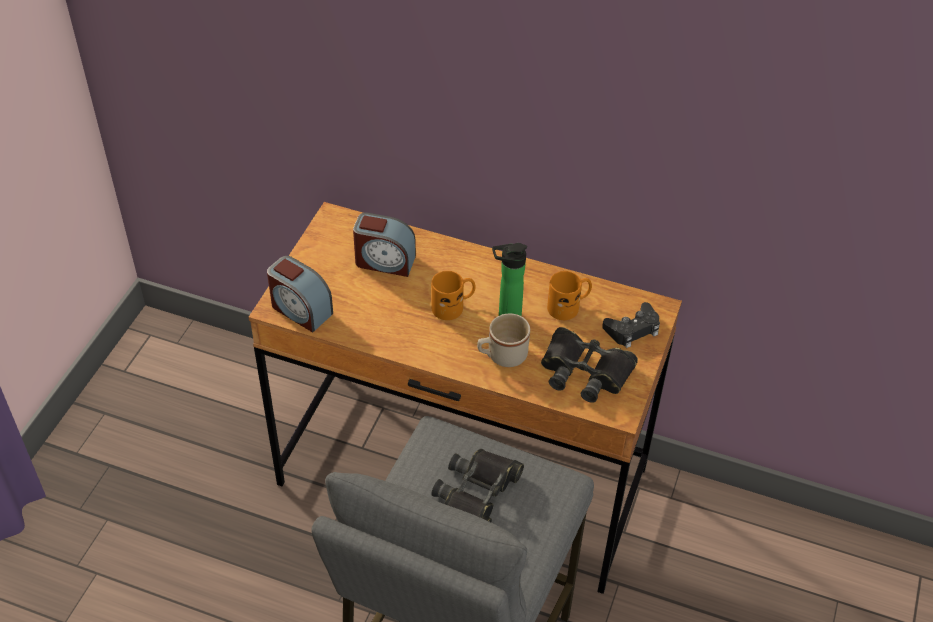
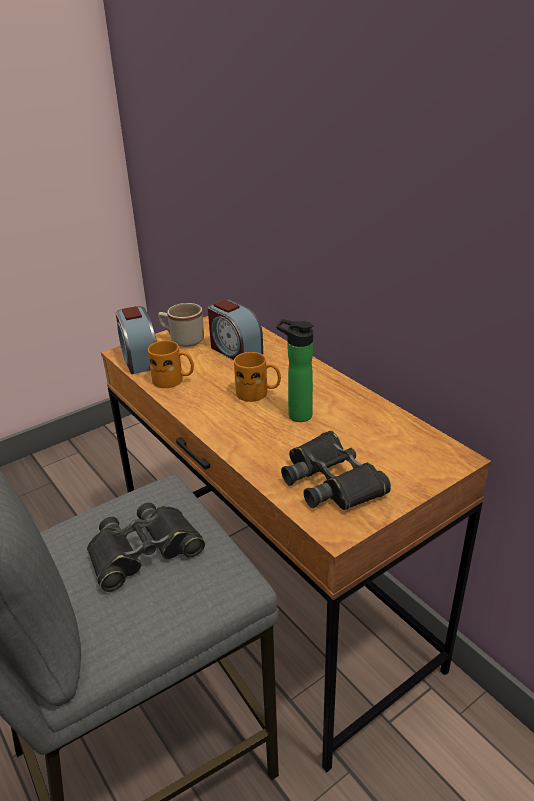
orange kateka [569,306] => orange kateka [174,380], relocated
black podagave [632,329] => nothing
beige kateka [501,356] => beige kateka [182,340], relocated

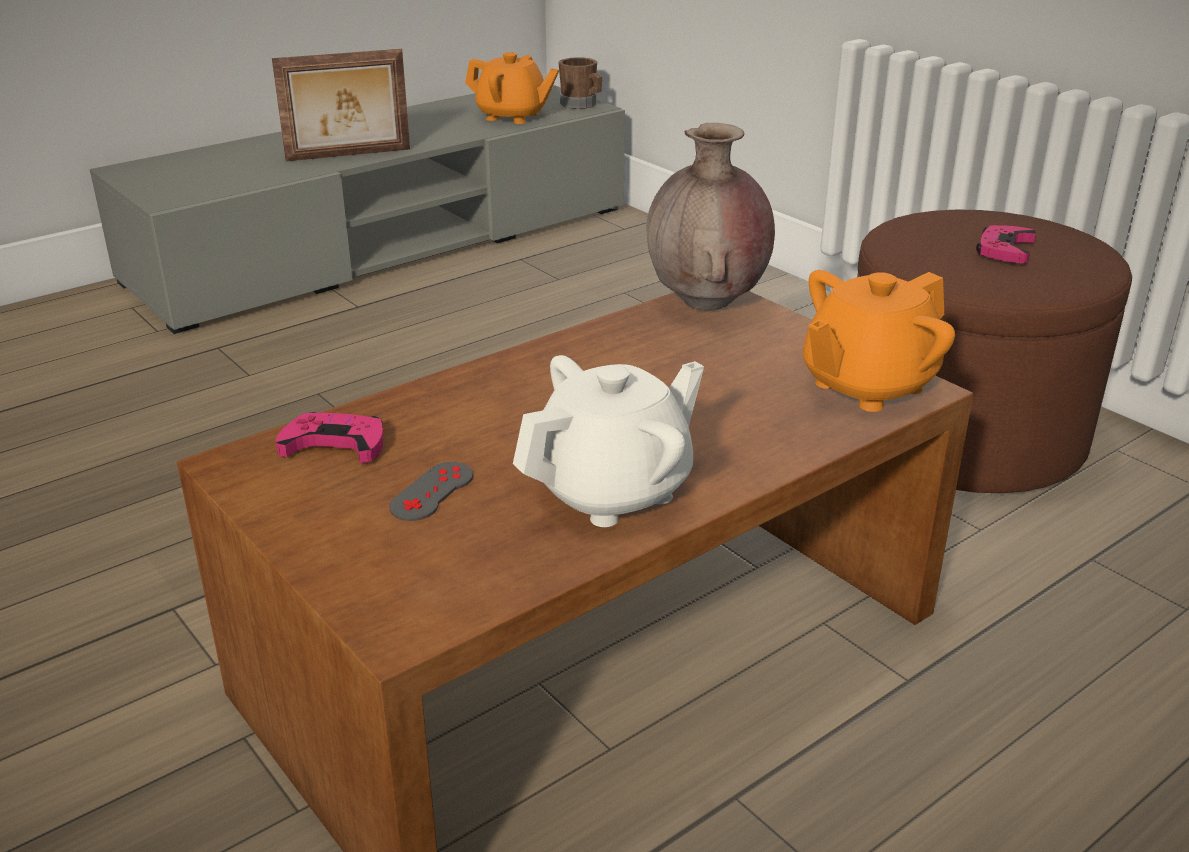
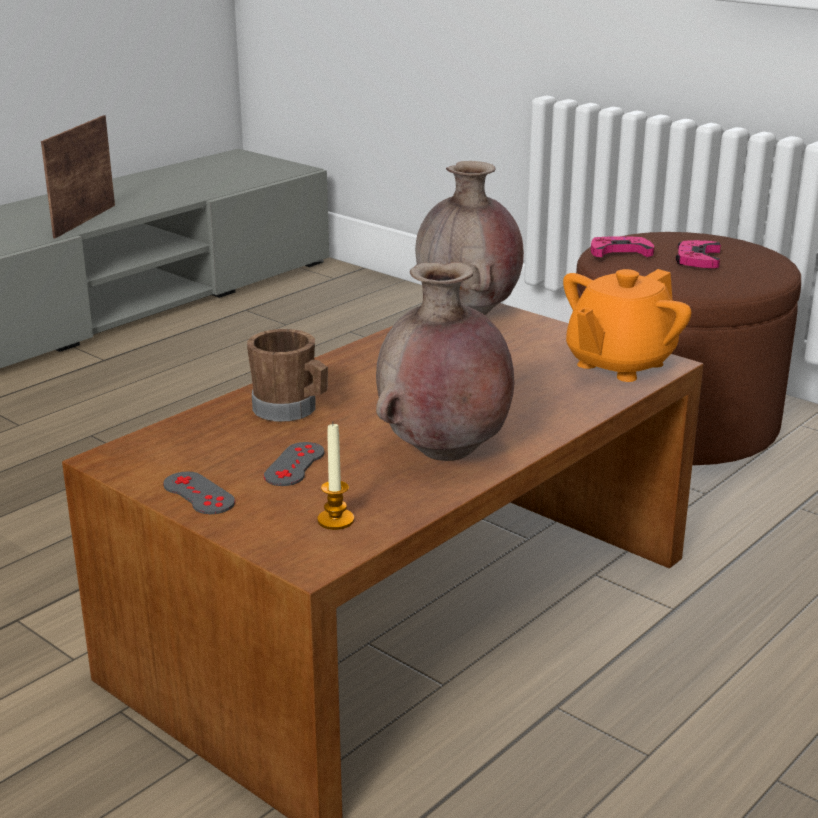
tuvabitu [349,155] => tuvabitu [83,221], 135 degrees clockwise
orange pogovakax [512,116] => nothing
brown kateka [581,105] => brown kateka [291,410], relocated
white pogovakax [613,491] => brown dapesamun [443,452]
pink podagave [335,444] => pink podagave [620,252], relocated
nothing => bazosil [335,520]
nothing => grey podagave [198,493]

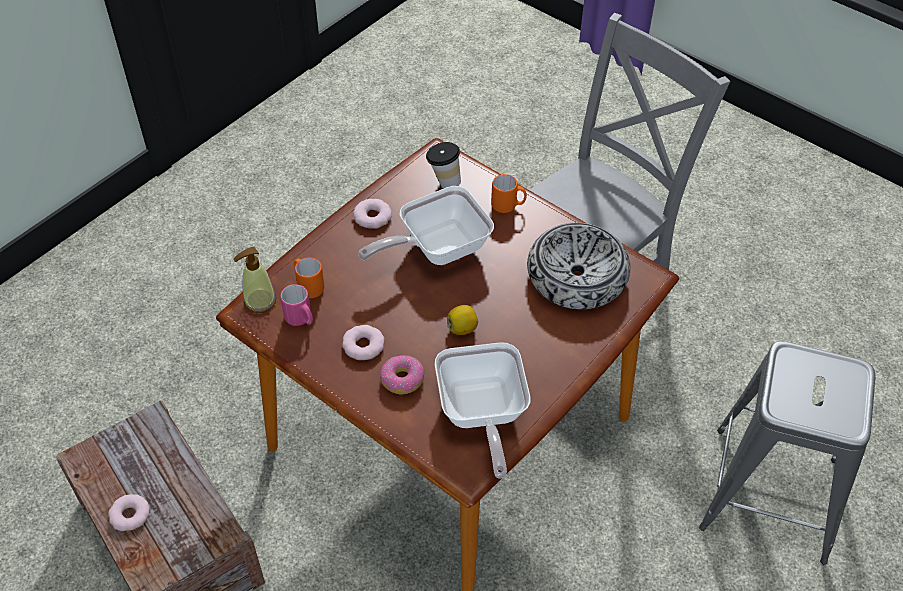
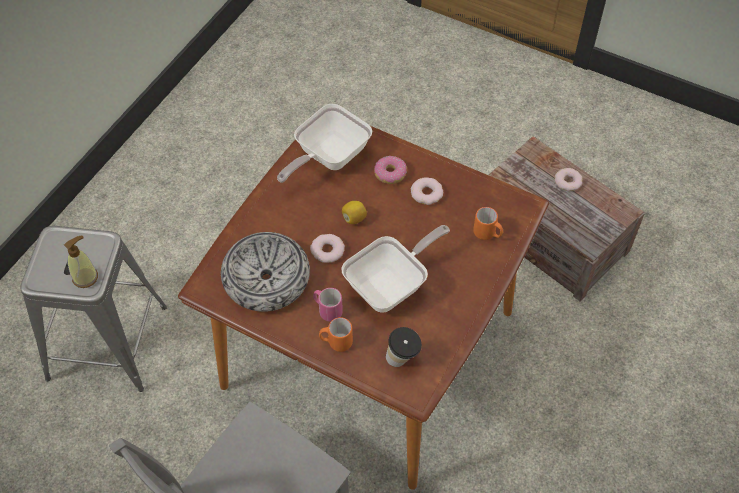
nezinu [373,217] => nezinu [327,250], relocated
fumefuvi [259,301] => fumefuvi [85,277], relocated
pink kateka [301,319] => pink kateka [327,310], relocated
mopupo [481,415] => mopupo [327,158], 120 degrees counterclockwise

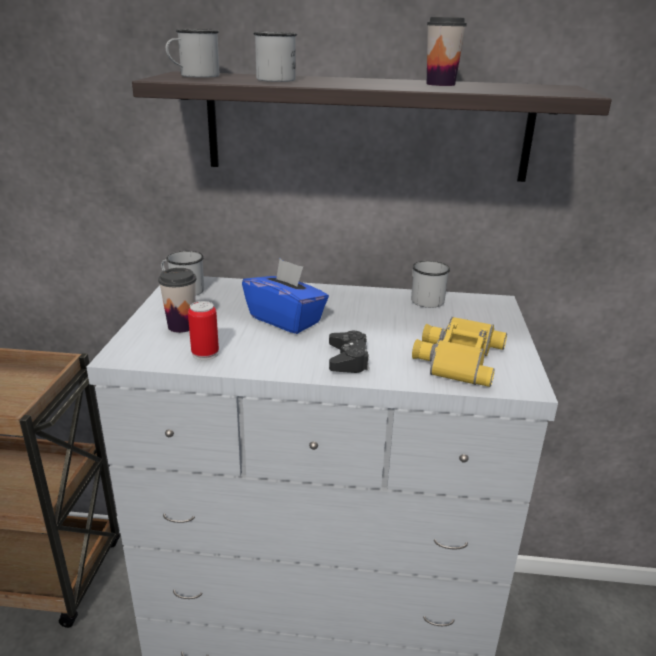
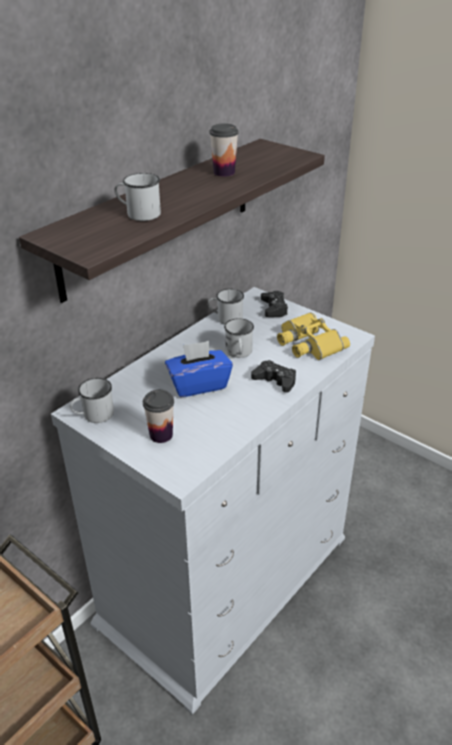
white kateka [194,76] => white kateka [239,353], relocated
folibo [205,353] => nothing
nothing => black podagave [274,308]

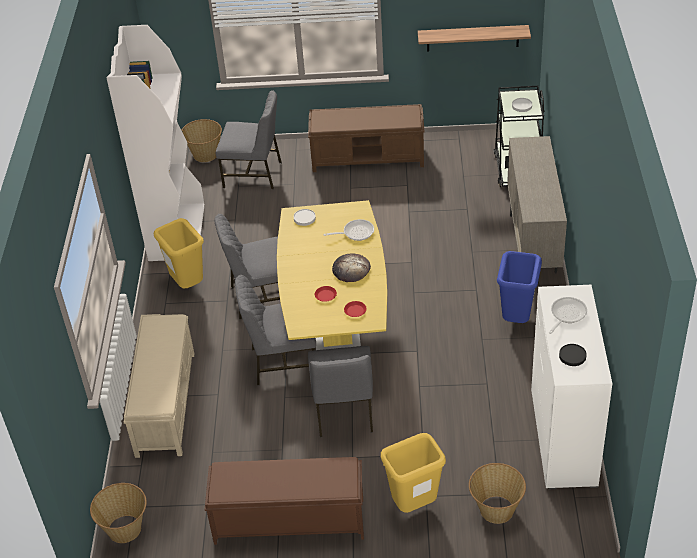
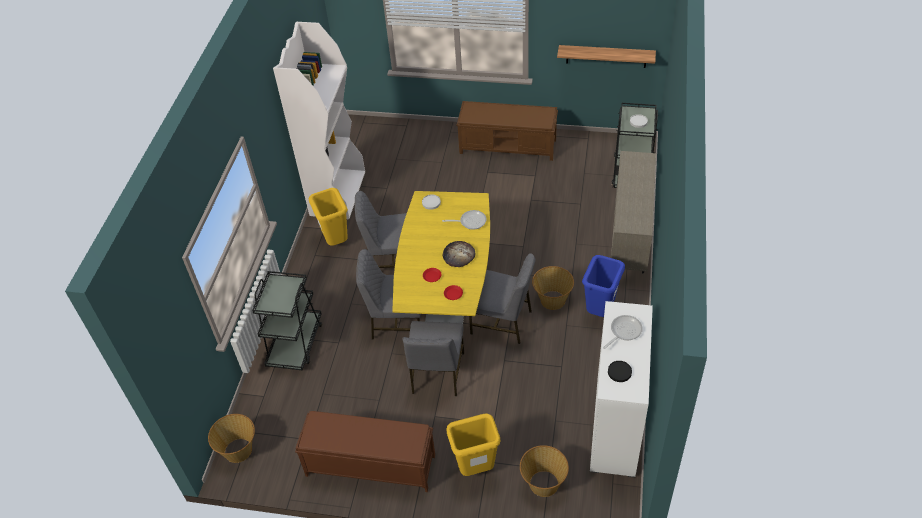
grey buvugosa [254,174] => grey buvugosa [502,322], relocated
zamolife [205,154] => zamolife [552,300], relocated
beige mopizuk [165,402] => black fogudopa [295,343]

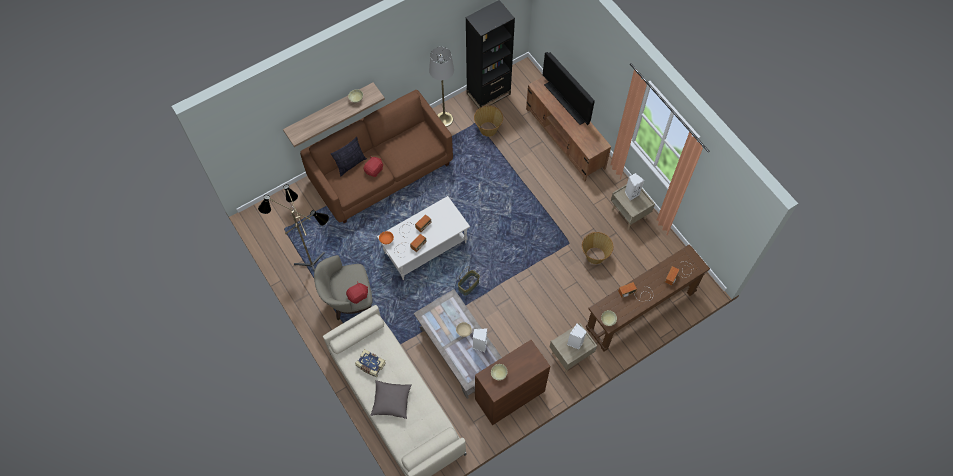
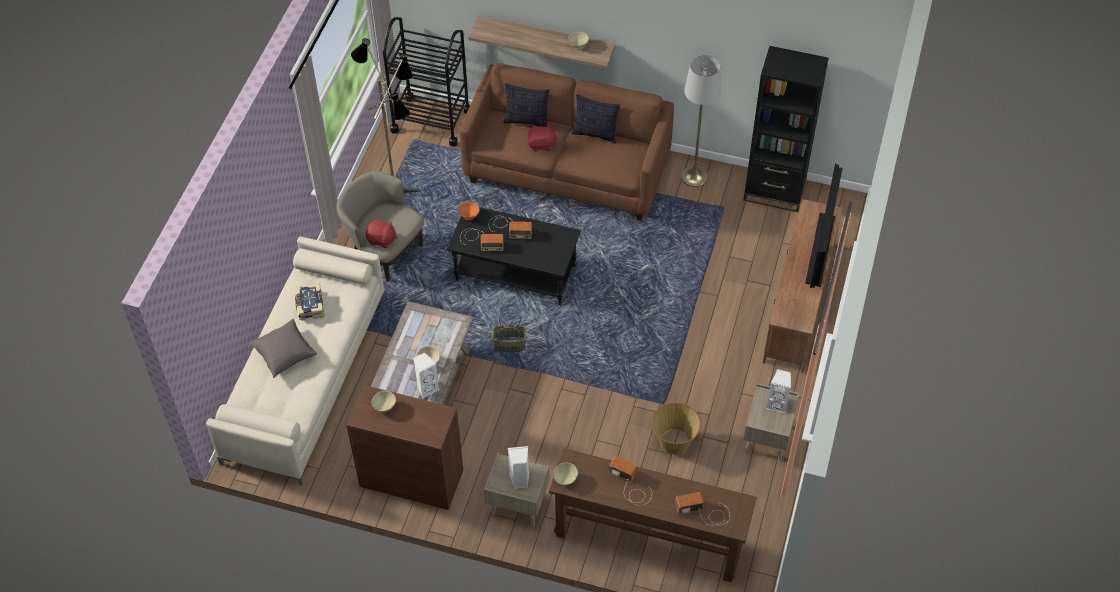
zamolife [488,129] => nothing
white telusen [425,247] => black telusen [516,272]
nothing => black fogudopa [431,121]
nothing => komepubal [595,134]

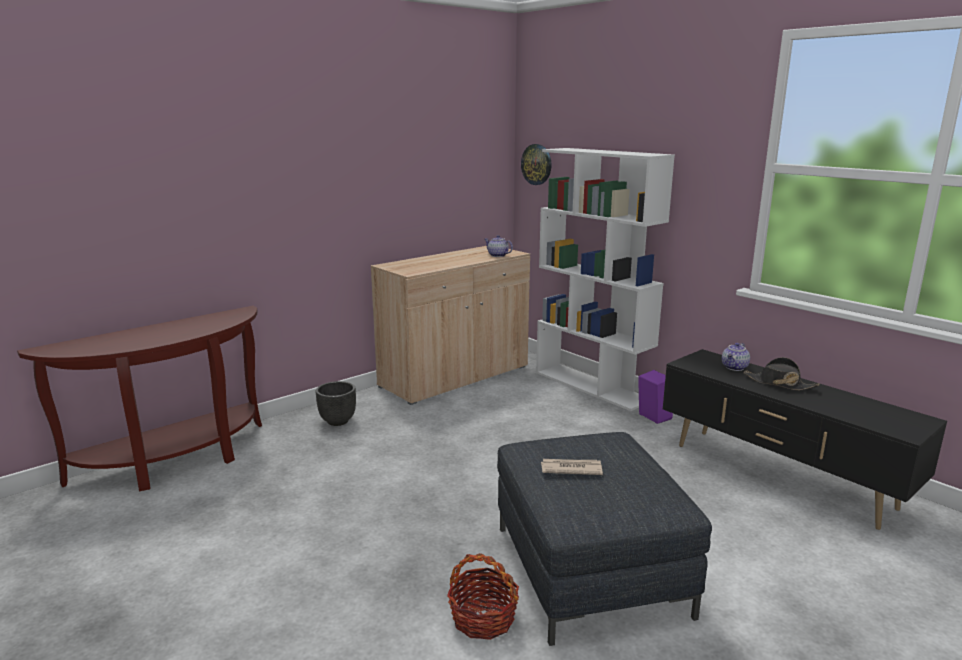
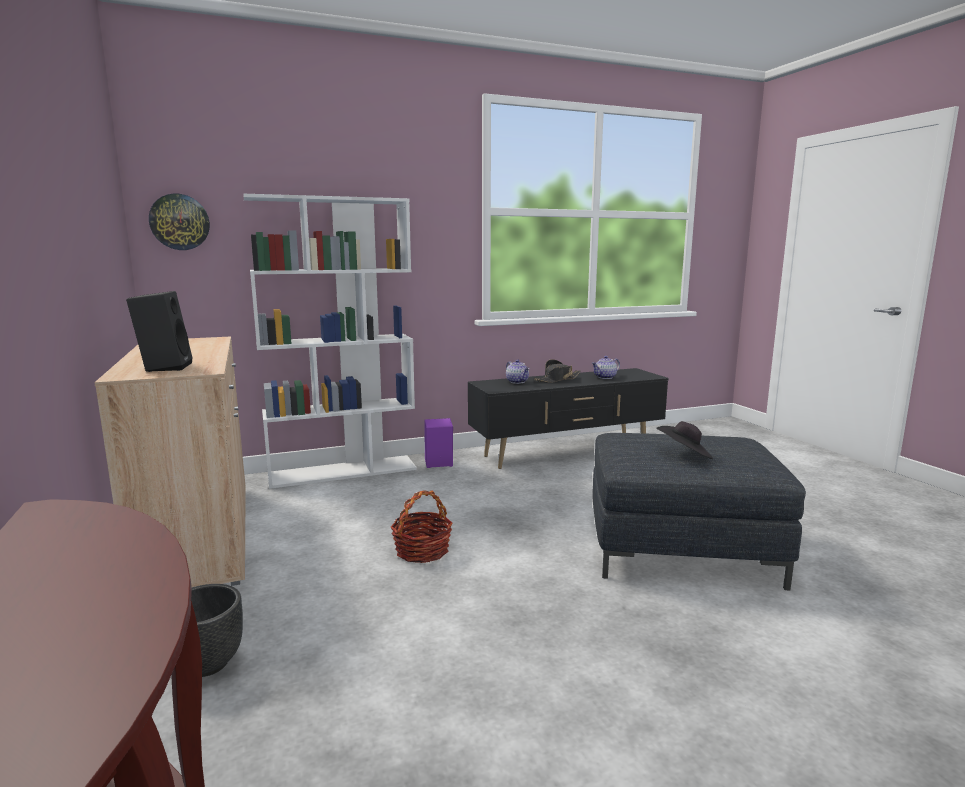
pogovakax [497,255] => pogovakax [605,377], relocated
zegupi [570,469] => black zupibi [684,455]
zamolife [483,618] => zamolife [422,551], relocated
nothing => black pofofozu [164,367]

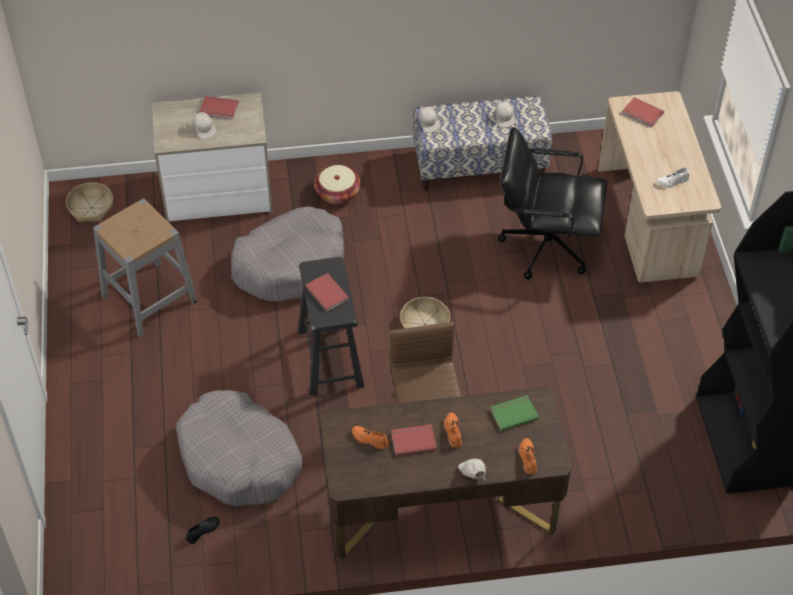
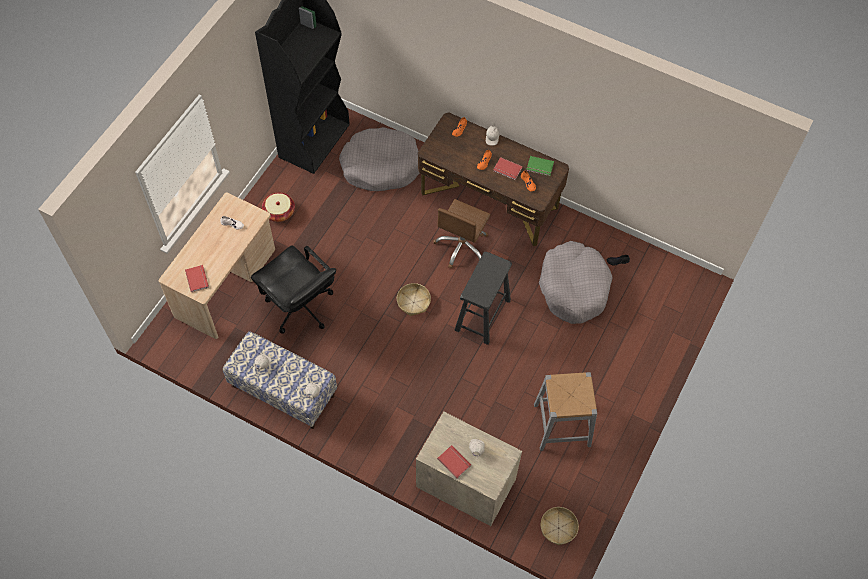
zamolife [338,193] => zamolife [279,212], relocated
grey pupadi [290,264] => grey pupadi [380,166], relocated
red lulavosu [328,292] => nothing
green lulavosu [513,413] => green lulavosu [540,167], relocated

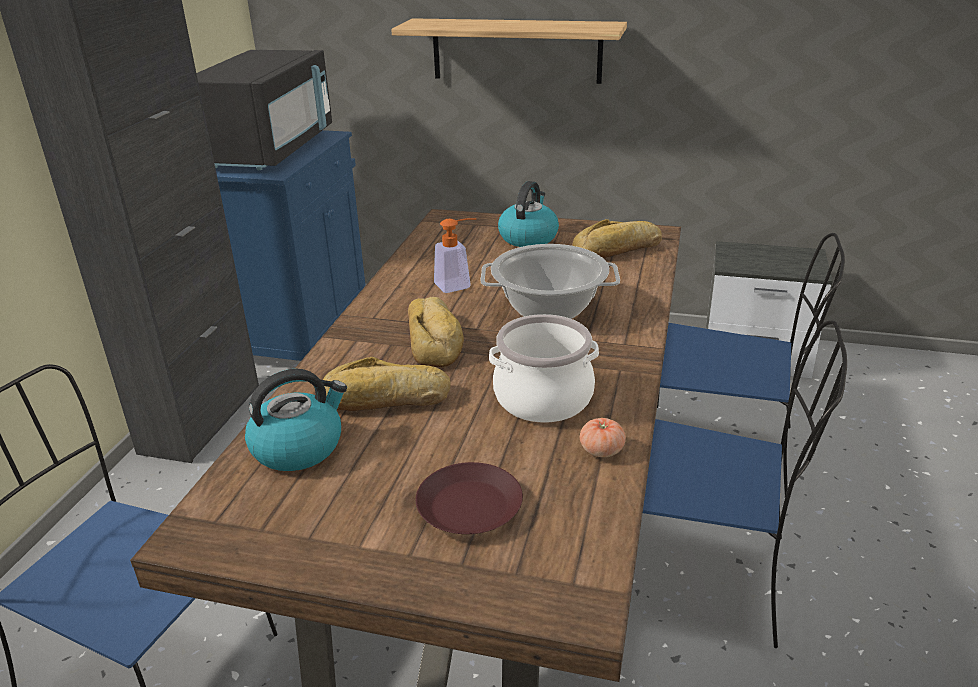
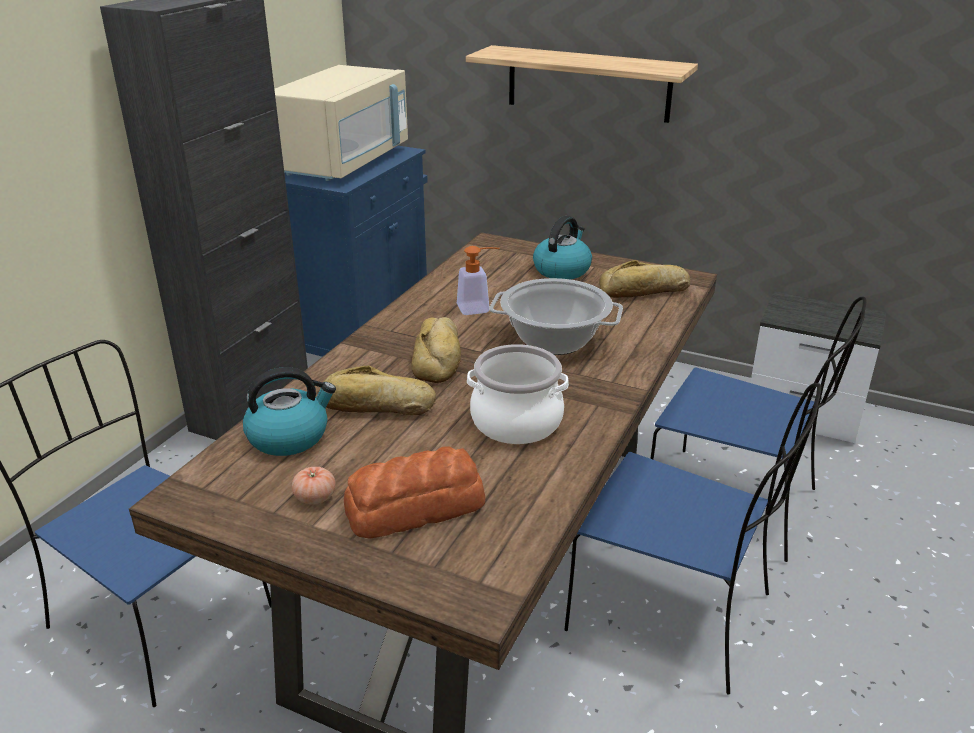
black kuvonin [270,150] => beige kuvonin [344,162]
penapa [601,450] => penapa [315,497], relocated
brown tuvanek [470,507] => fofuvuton [416,507]

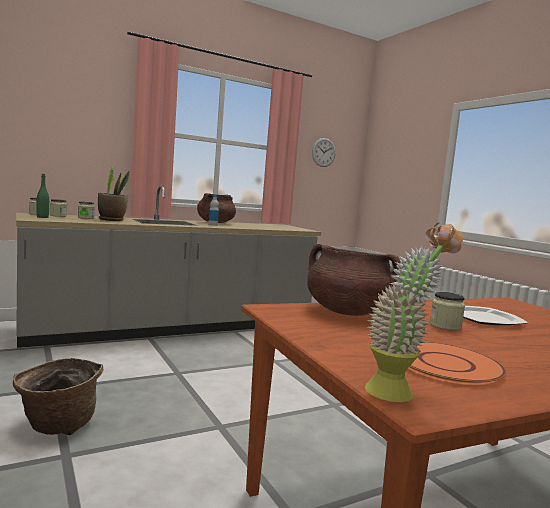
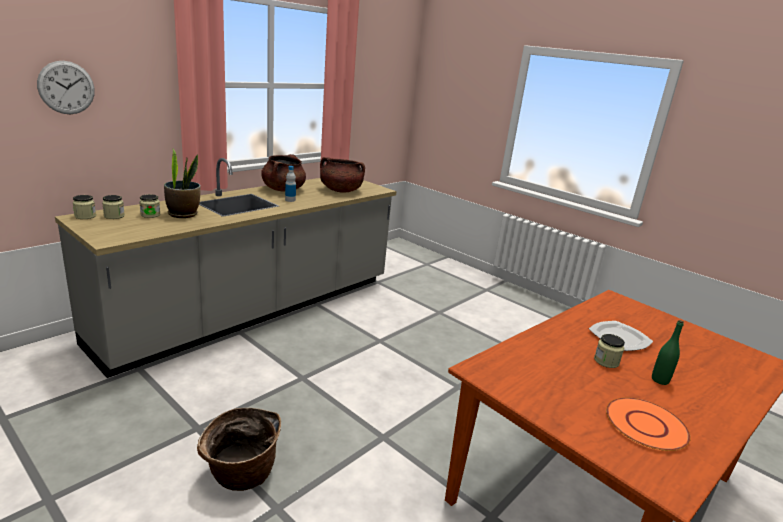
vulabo [323,152] => vulabo [66,87], relocated
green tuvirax [42,217] => green tuvirax [660,380], relocated
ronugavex [400,391] => nothing
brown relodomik [347,312] => brown relodomik [341,190], relocated

